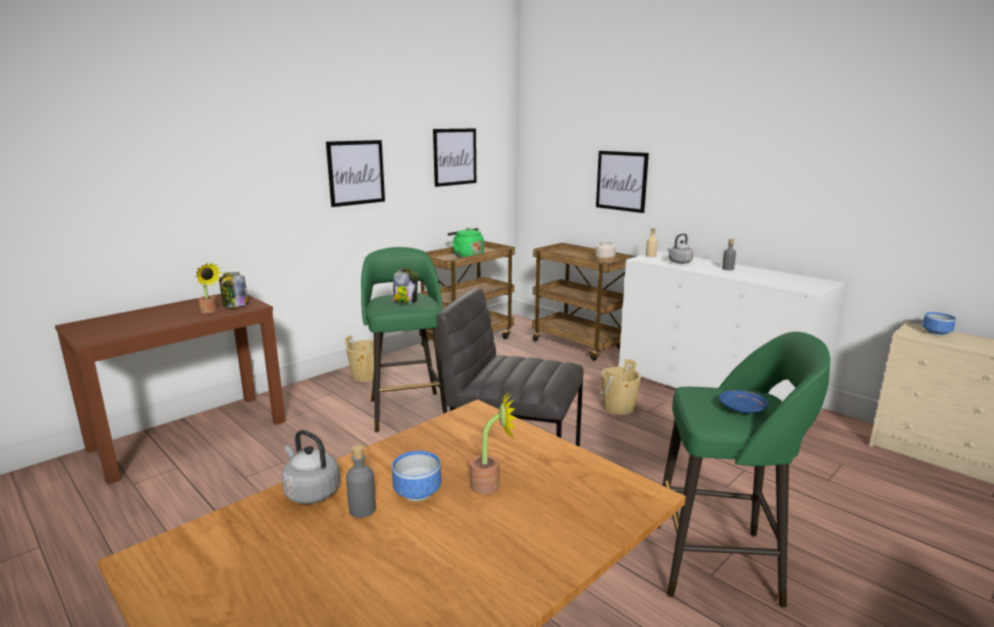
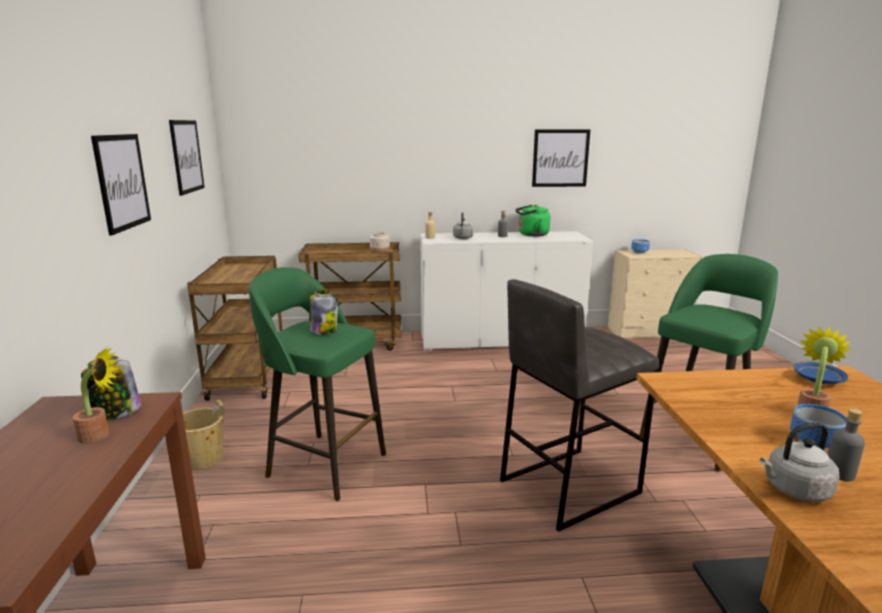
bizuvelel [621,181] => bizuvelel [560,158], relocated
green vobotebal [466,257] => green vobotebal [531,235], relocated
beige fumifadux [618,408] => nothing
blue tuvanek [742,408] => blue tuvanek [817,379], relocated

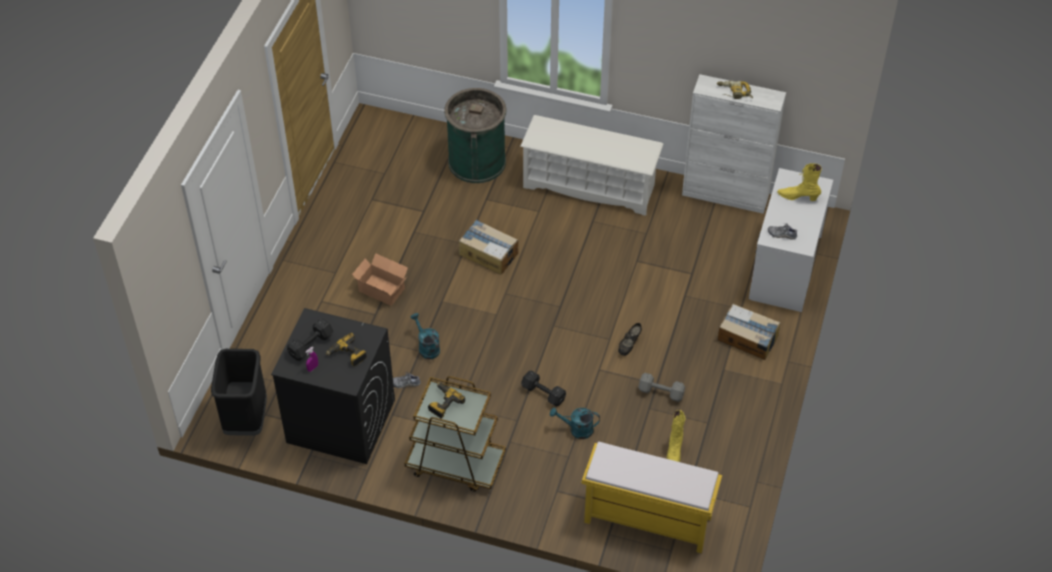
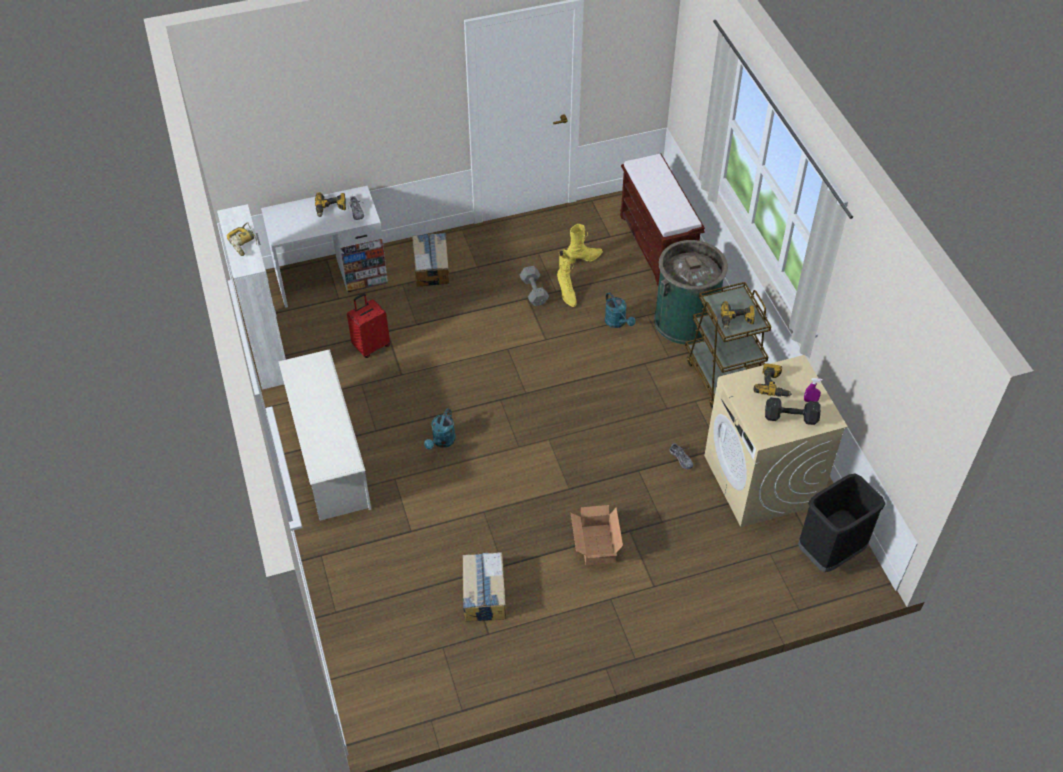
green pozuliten [477,162] => green pozuliten [685,320], relocated
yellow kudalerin [798,197] => yellow kudalerin [566,293], relocated
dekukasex [488,253] => dekukasex [484,593], relocated
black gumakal [340,421] => beige gumakal [762,480]
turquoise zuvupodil [427,347] => turquoise zuvupodil [442,442], relocated
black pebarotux [629,345] => nothing
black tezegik [544,394] => nothing
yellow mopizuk [646,520] => brown mopizuk [657,246]
nothing => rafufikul [331,208]
nothing => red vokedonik [371,346]

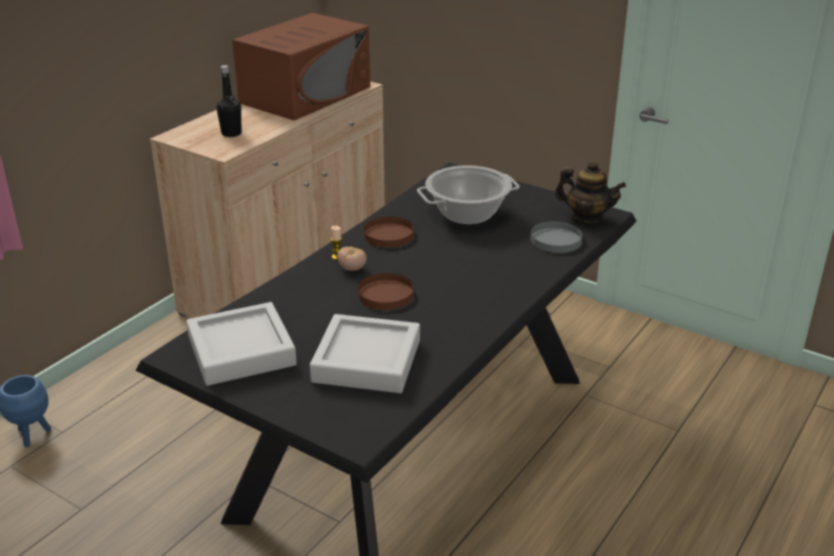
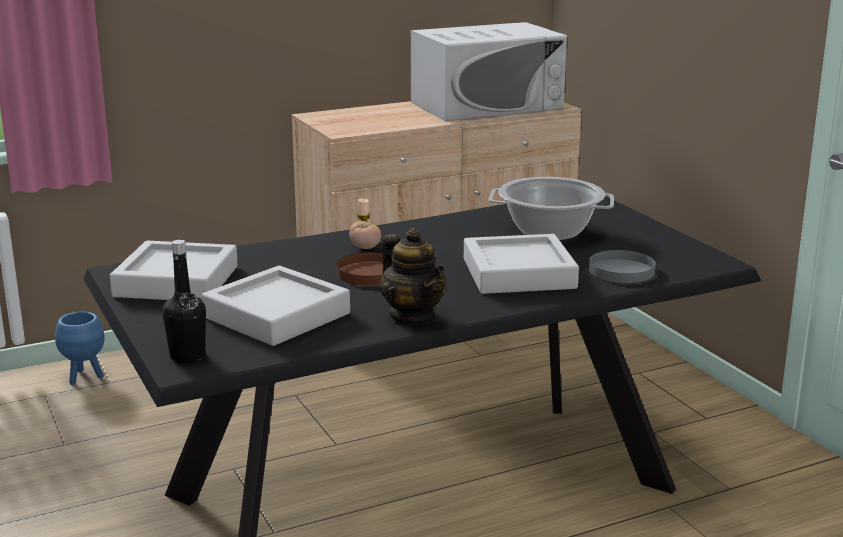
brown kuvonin [306,95] => white kuvonin [487,105]
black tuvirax [231,133] => black tuvirax [187,356], relocated
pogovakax [587,219] => pogovakax [413,316], relocated
brown tuvanek [388,235] => nothing
nothing => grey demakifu [518,273]

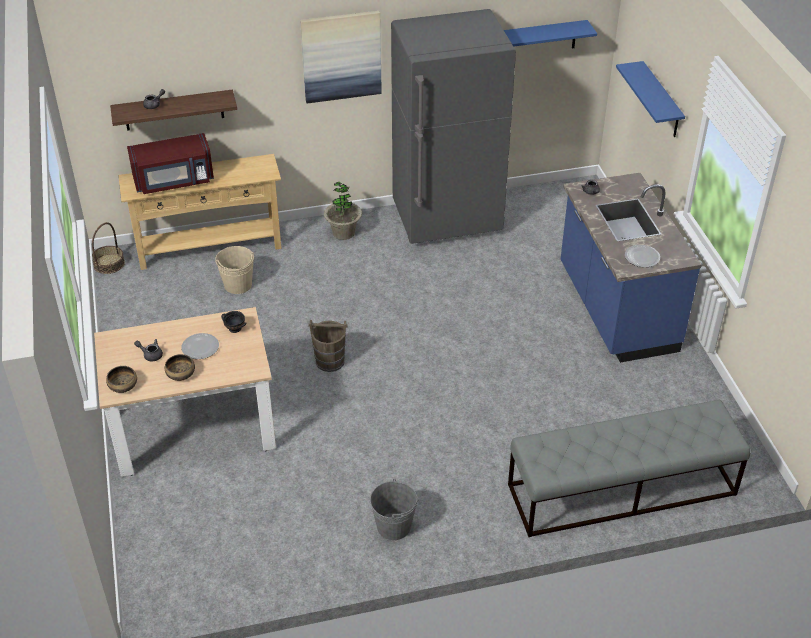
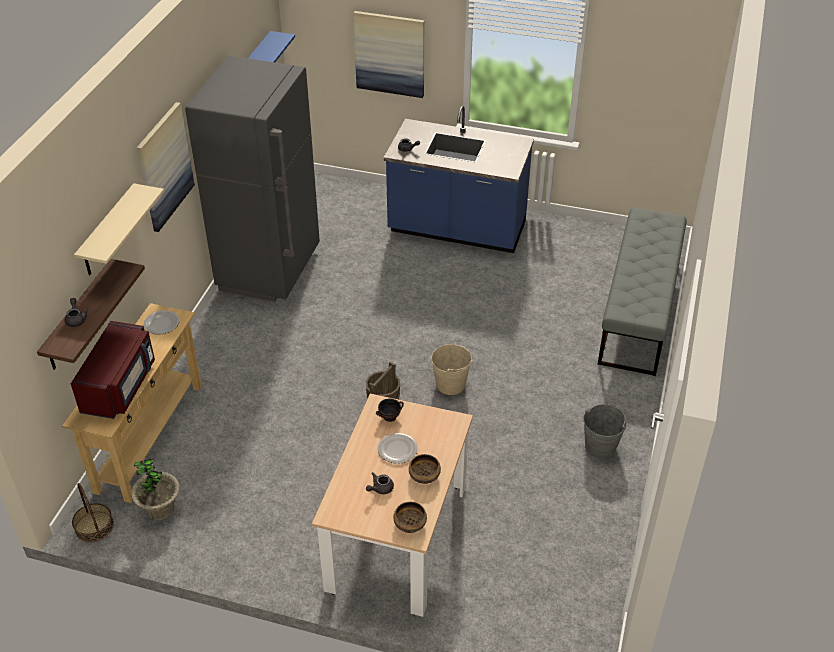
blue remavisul [661,101] => bizuvelel [390,54]
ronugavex [343,233] => ronugavex [160,509], relocated
tuvanek [641,257] => tuvanek [162,324], relocated
beige fumifadux [238,285] => beige fumifadux [450,384], relocated
nothing => beige remavisul [108,232]

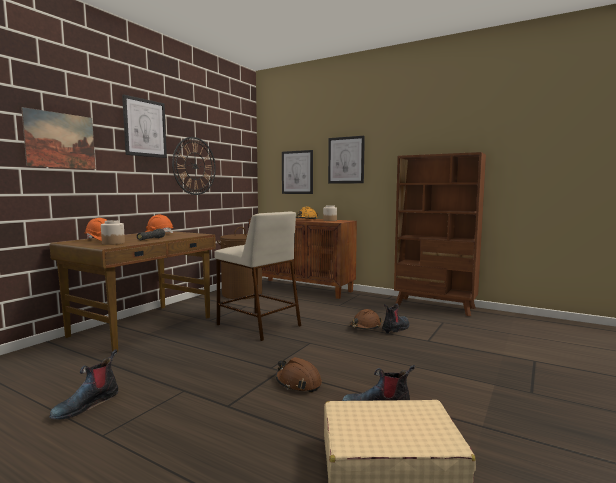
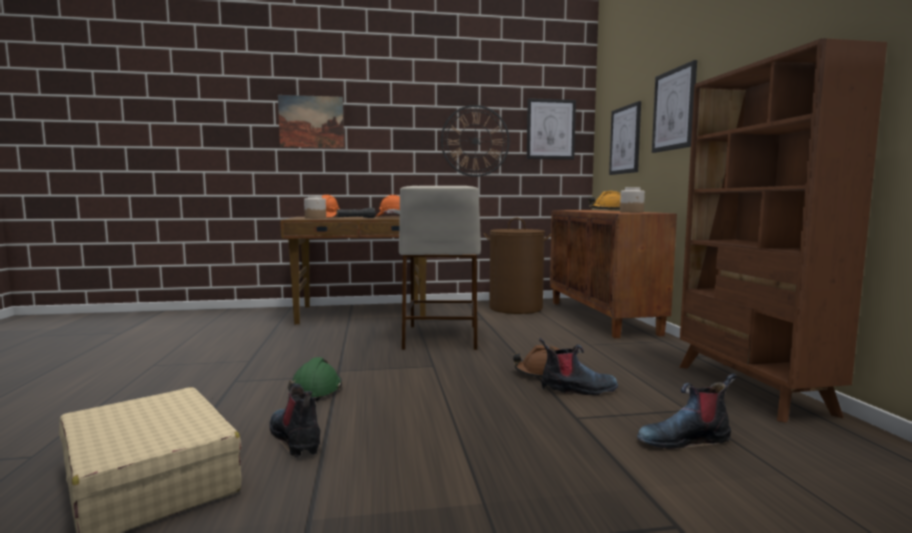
bizuvelel [145,128] => bizuvelel [550,129], relocated
kudalerin [86,404] => kudalerin [684,440], relocated
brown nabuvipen [298,383] => green nabuvipen [316,390]

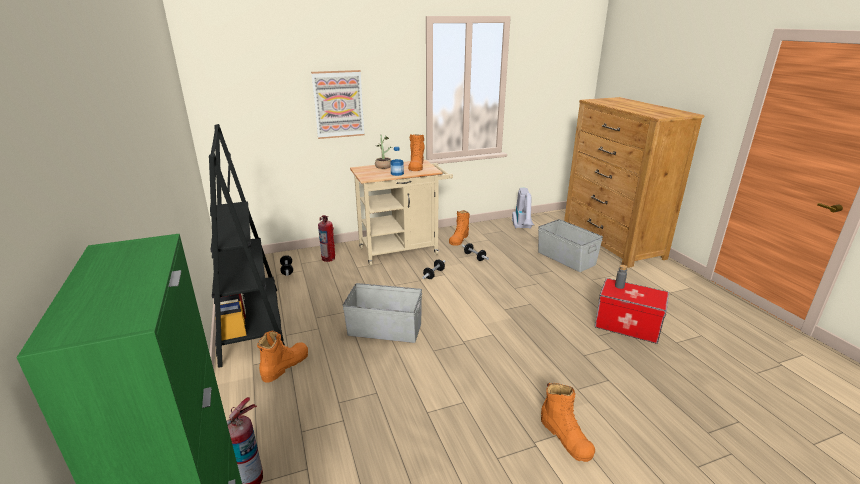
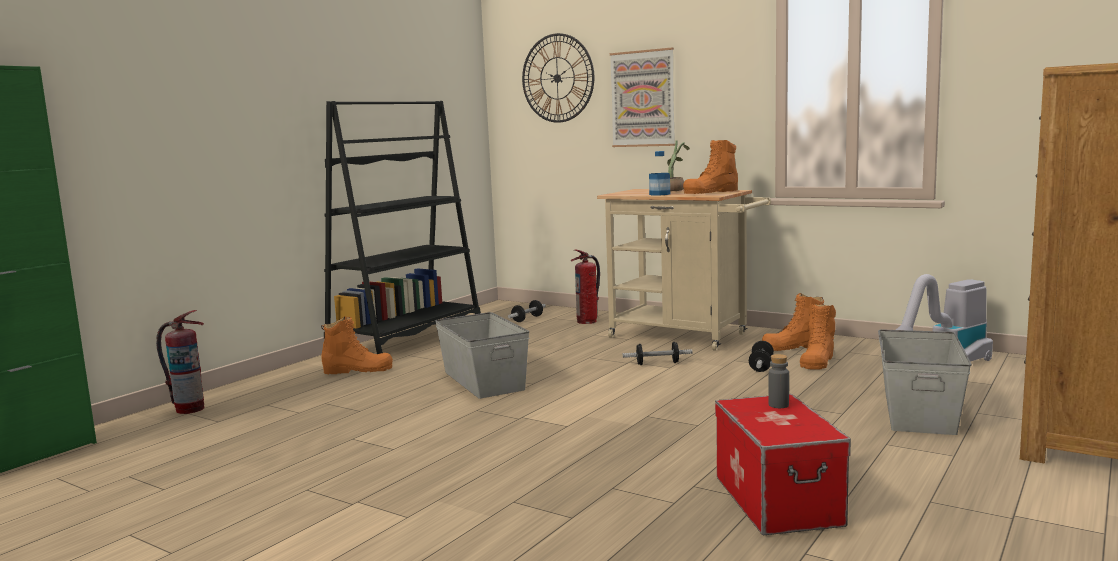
orange kudalerin [565,437] => orange kudalerin [817,361], relocated
nothing => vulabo [557,78]

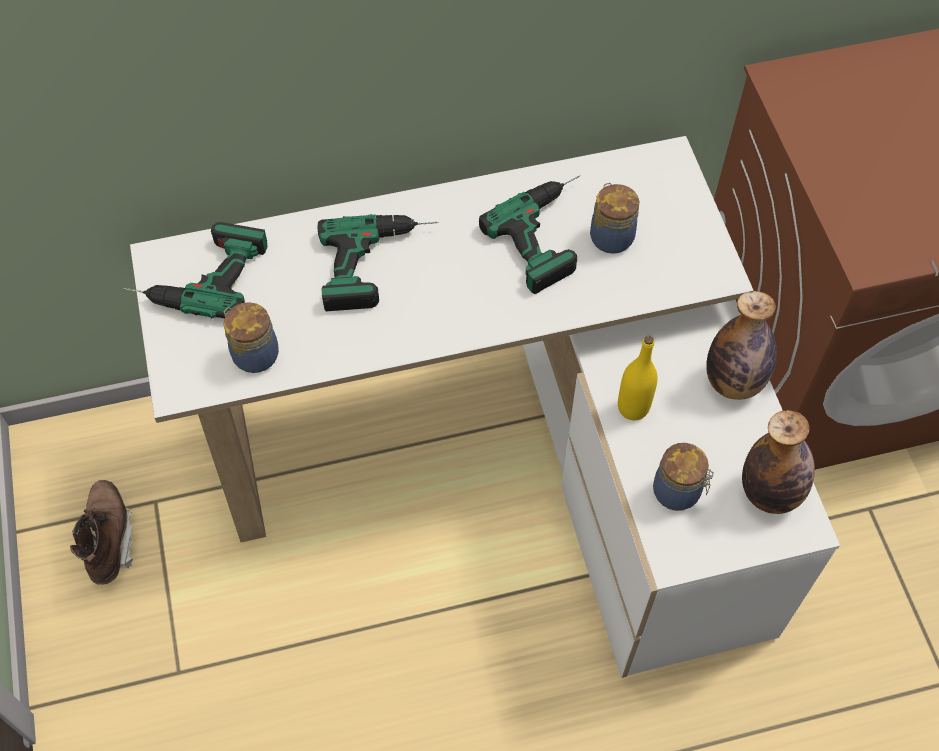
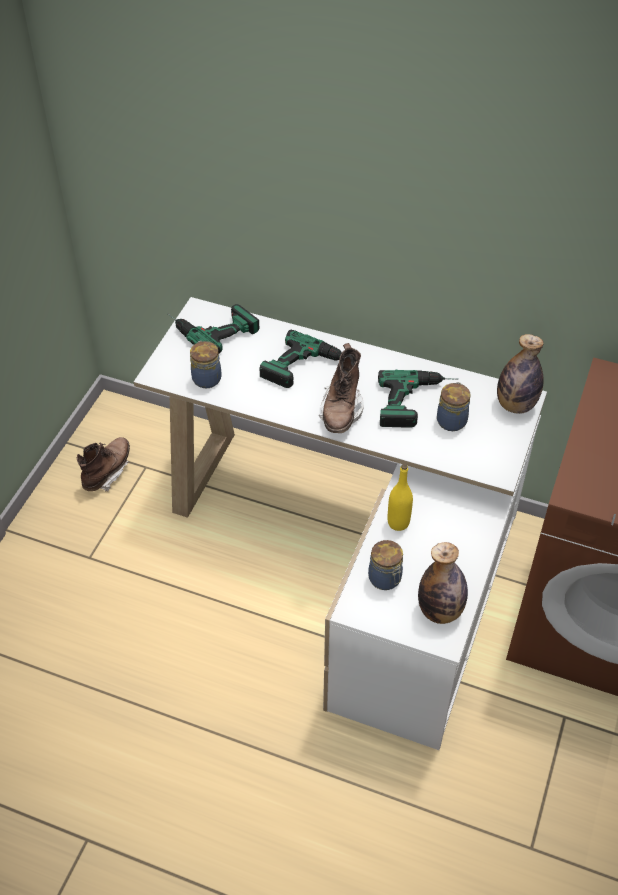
tuvirax [733,382] => tuvirax [515,405], relocated
nothing => brown kudalerin [341,411]

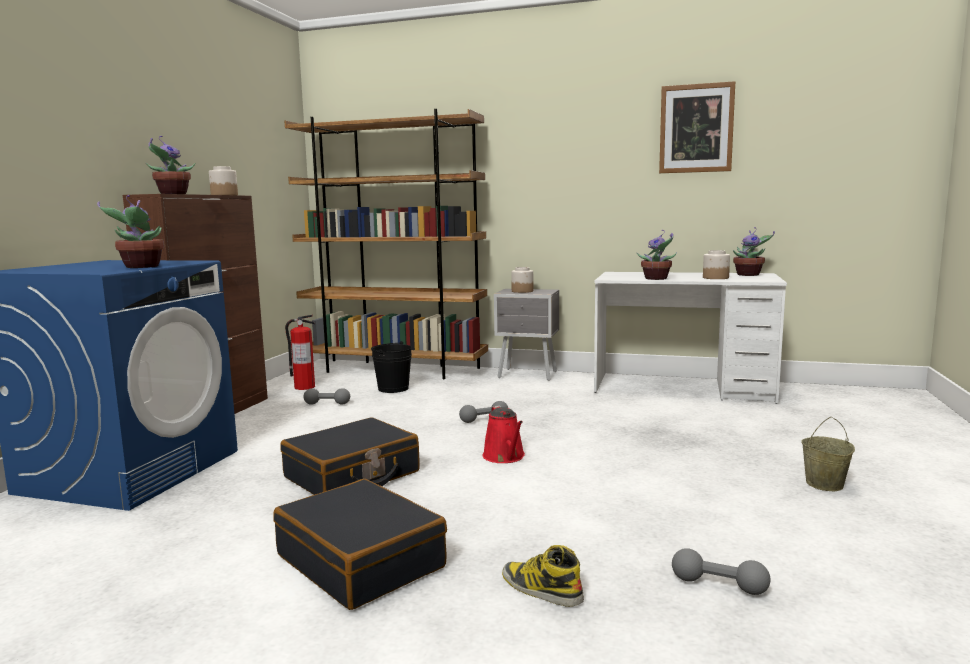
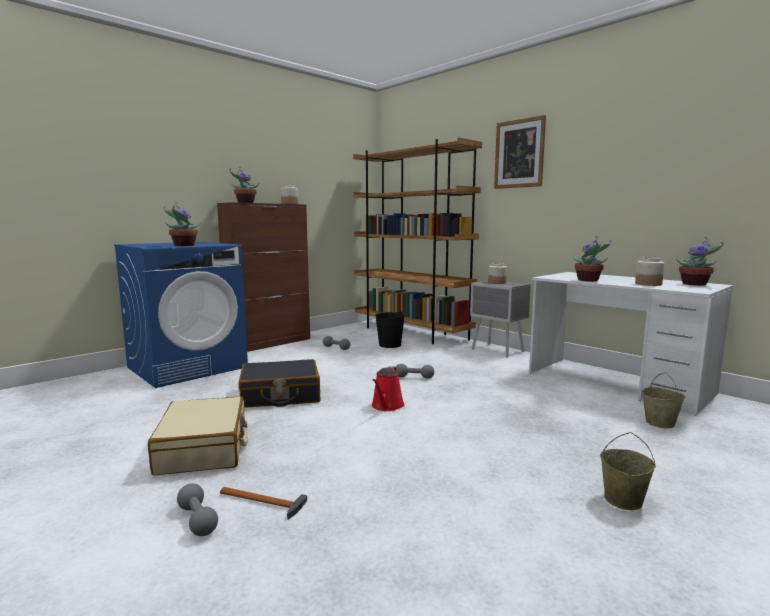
bizuvelel [696,128] => bizuvelel [519,154], relocated
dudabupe [304,387] => nothing
black vokedonik [361,561] => beige vokedonik [204,448]
kudalerin [540,589] => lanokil [264,502]
grey tezegik [719,585] => grey tezegik [197,520], relocated
nothing => beige fumifadux [660,423]

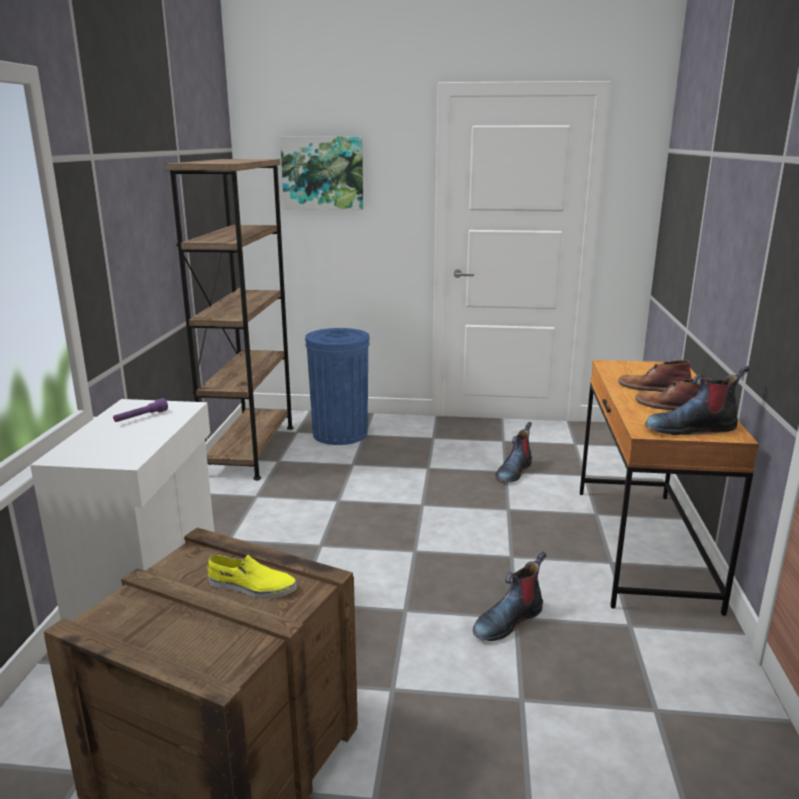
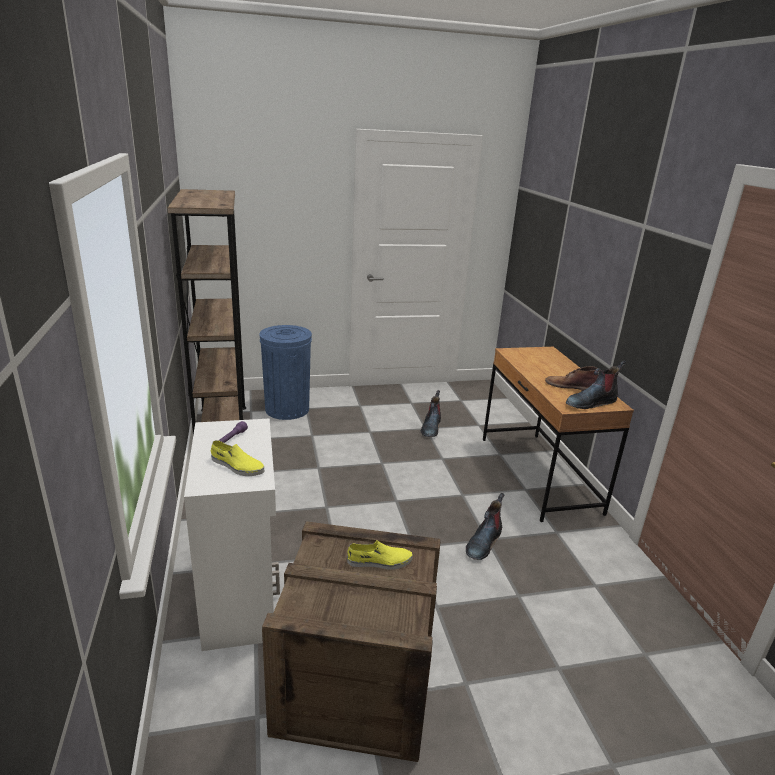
bizuvelel [323,173] => nothing
brown kudalerin [653,389] => nothing
nothing => yellow pebarotux [237,466]

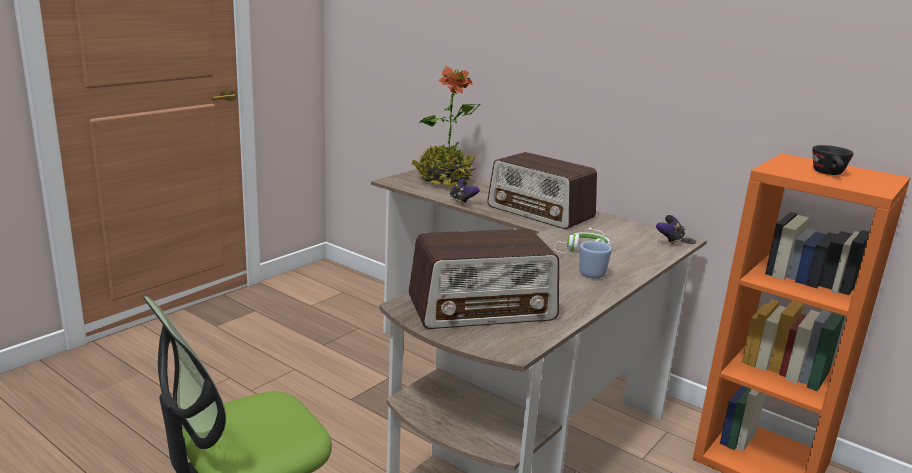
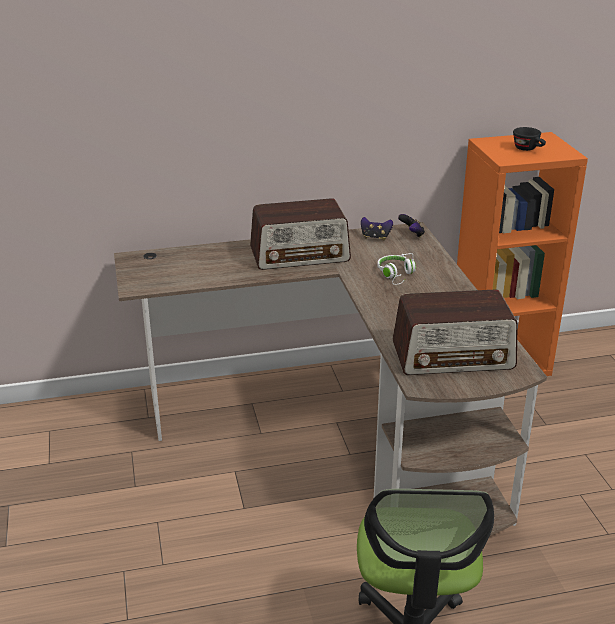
ronugavex [444,180] => nothing
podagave [462,201] => podagave [375,237], relocated
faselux [482,308] => faselux [453,356], 60 degrees clockwise
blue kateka [591,272] => nothing

